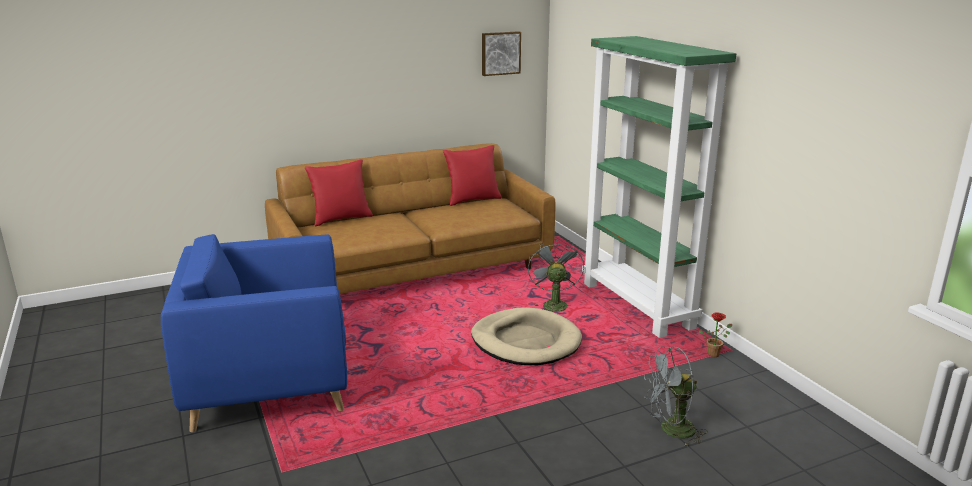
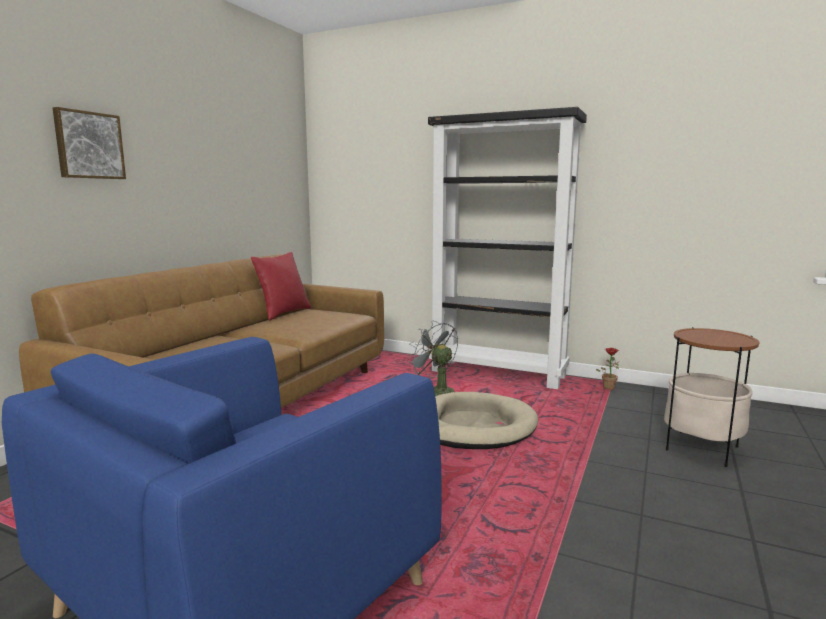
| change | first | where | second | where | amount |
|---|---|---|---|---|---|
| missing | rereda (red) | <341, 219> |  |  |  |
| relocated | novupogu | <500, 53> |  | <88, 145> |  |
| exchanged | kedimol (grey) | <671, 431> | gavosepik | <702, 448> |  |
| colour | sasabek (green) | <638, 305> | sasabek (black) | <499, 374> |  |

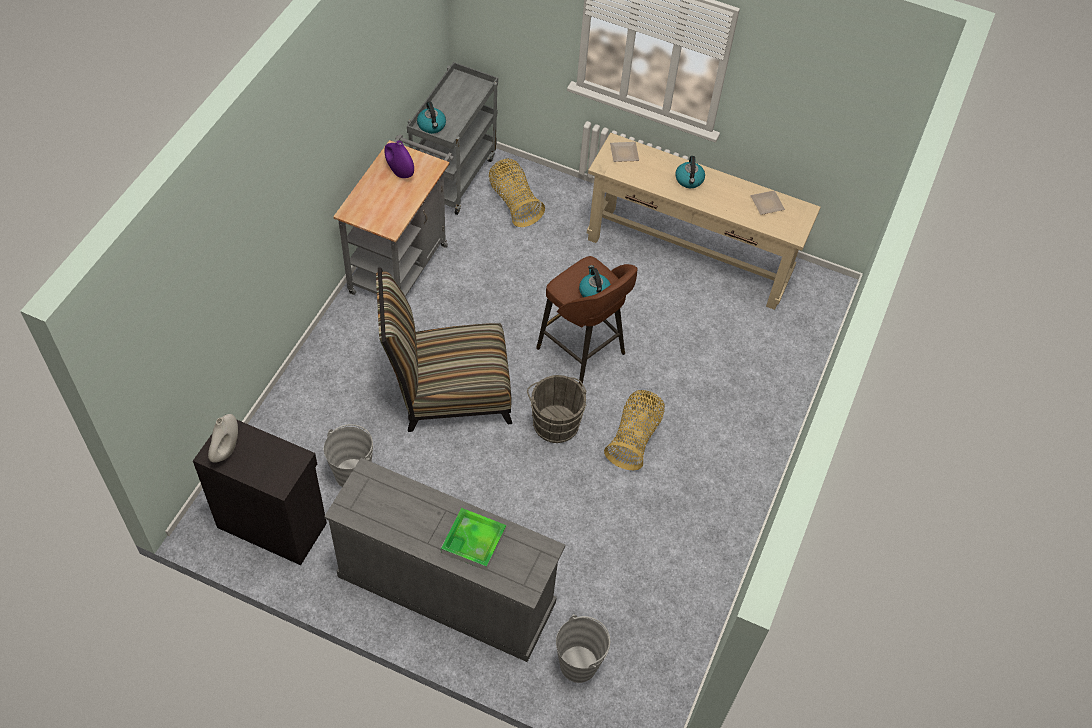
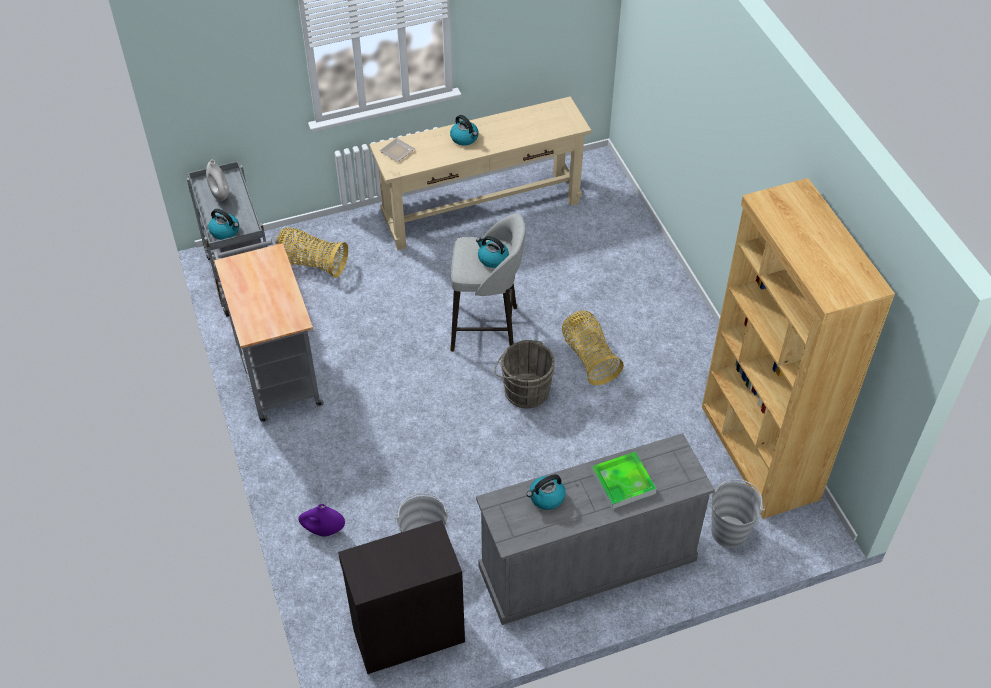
| change | first | where | second | where | amount |
|---|---|---|---|---|---|
| missing | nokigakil | <447, 390> |  |  |  |
| missing | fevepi | <766, 205> |  |  |  |
| appeared |  |  | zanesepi | <546, 497> |  |
| appeared |  |  | sasabek (brown) | <758, 453> |  |
| relocated | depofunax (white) | <226, 450> |  | <220, 194> |  |
| relocated | depofunax (purple) | <400, 172> |  | <323, 531> |  |
| colour | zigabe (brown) | <582, 353> | zigabe (grey) | <487, 329> |  |

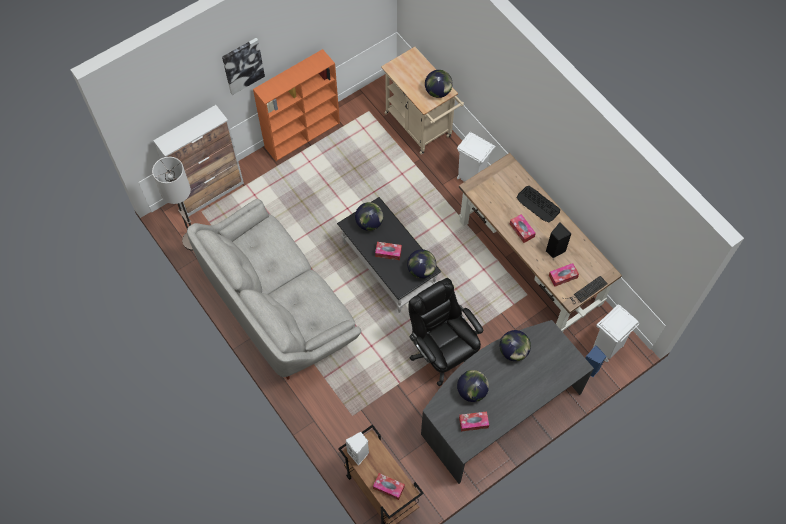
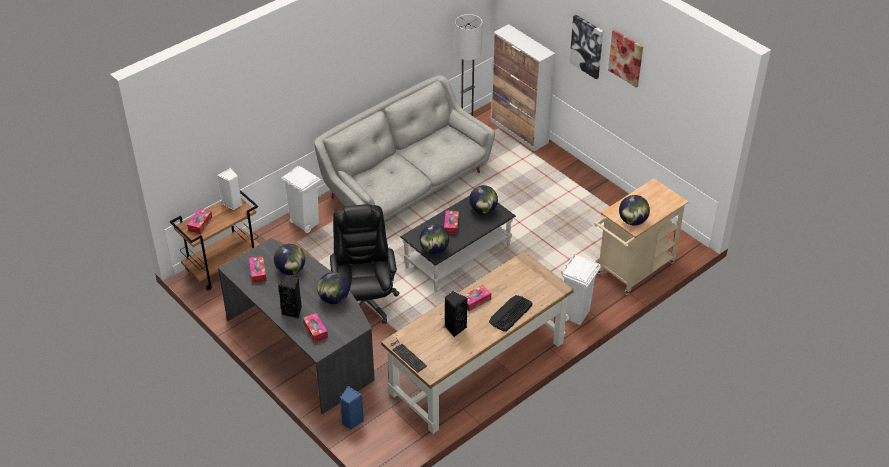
| change | first | where | second | where | amount |
|---|---|---|---|---|---|
| missing | sasabek (orange) | <303, 134> |  |  |  |
| appeared |  |  | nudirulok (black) | <293, 311> |  |
| appeared |  |  | novupogu | <626, 58> |  |
| relocated | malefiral | <563, 276> |  | <315, 330> |  |
| relocated | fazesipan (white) | <606, 348> |  | <305, 223> |  |
| spun | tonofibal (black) | <442, 352> |  | <365, 301> | 60 degrees counterclockwise |

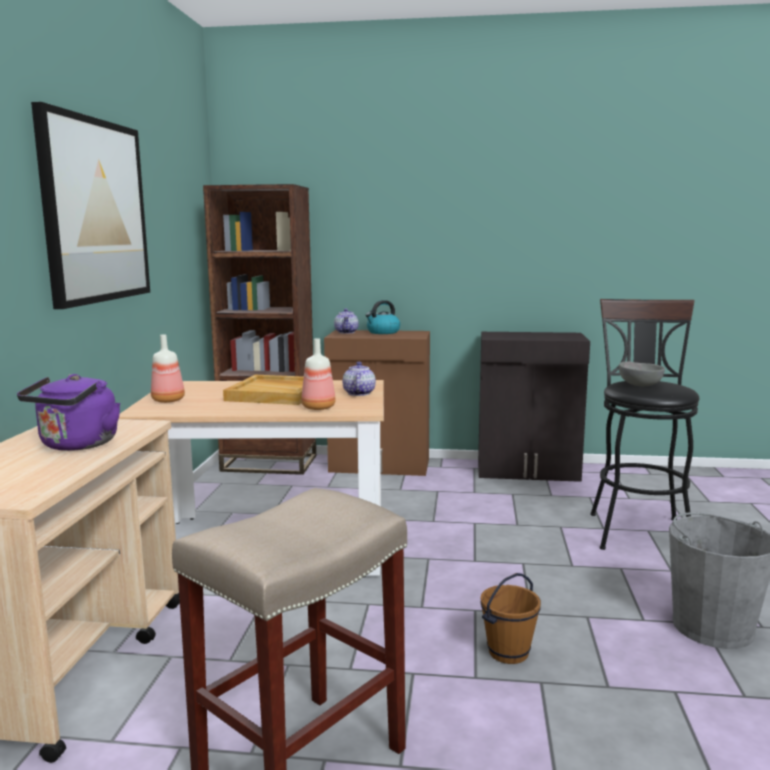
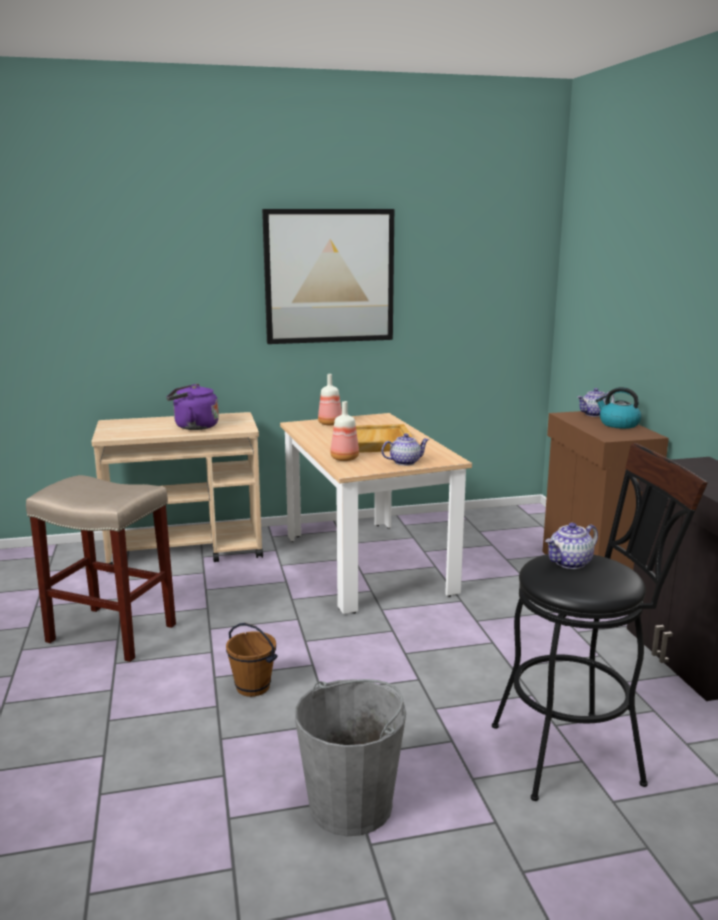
| change | first | where | second | where | amount |
|---|---|---|---|---|---|
| missing | sasabek (brown) | <269, 463> |  |  |  |
| exchanged | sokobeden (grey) | <640, 385> | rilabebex | <570, 563> |  |

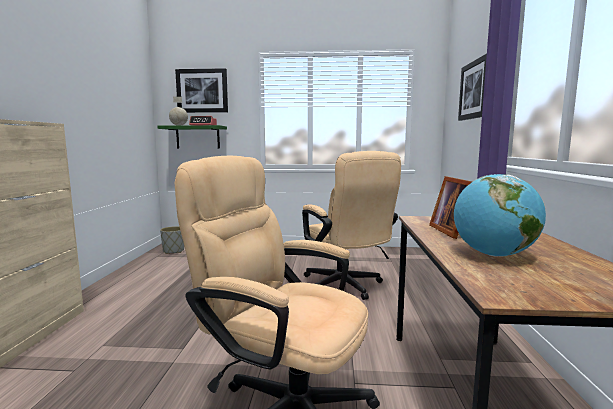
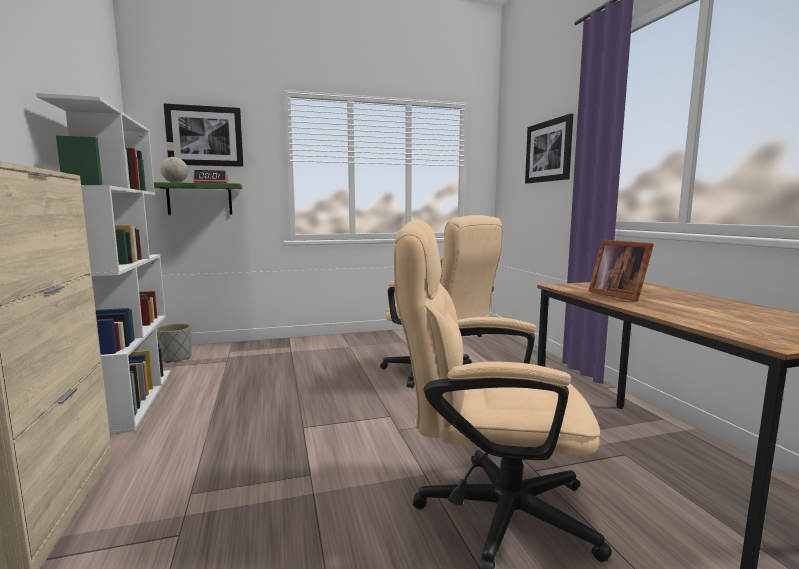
| change | first | where | second | where | amount |
|---|---|---|---|---|---|
| missing | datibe | <493, 255> |  |  |  |
| appeared |  |  | sasabek (white) | <132, 399> |  |

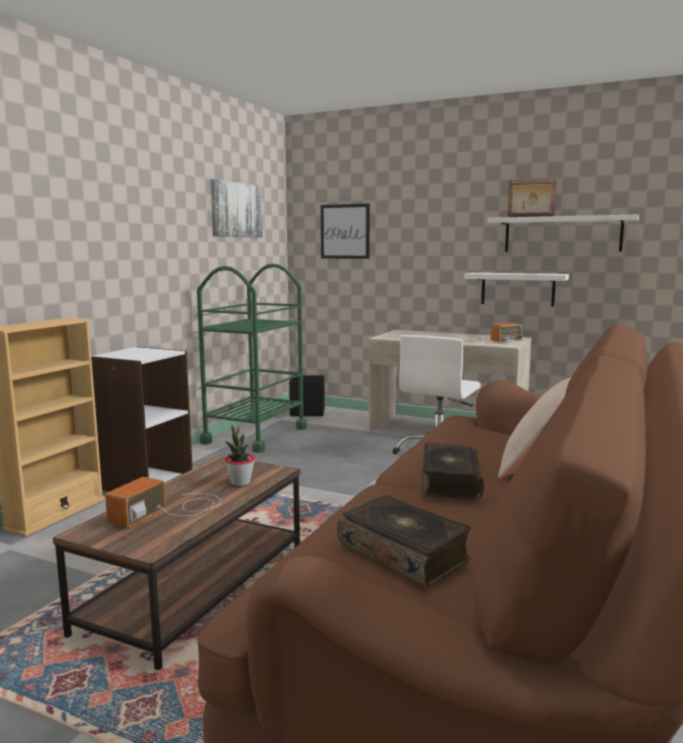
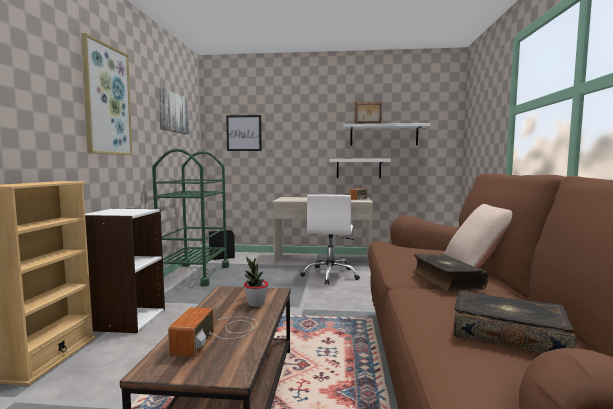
| change | first | where | second | where | amount |
|---|---|---|---|---|---|
| appeared |  |  | novupogu | <107, 100> |  |

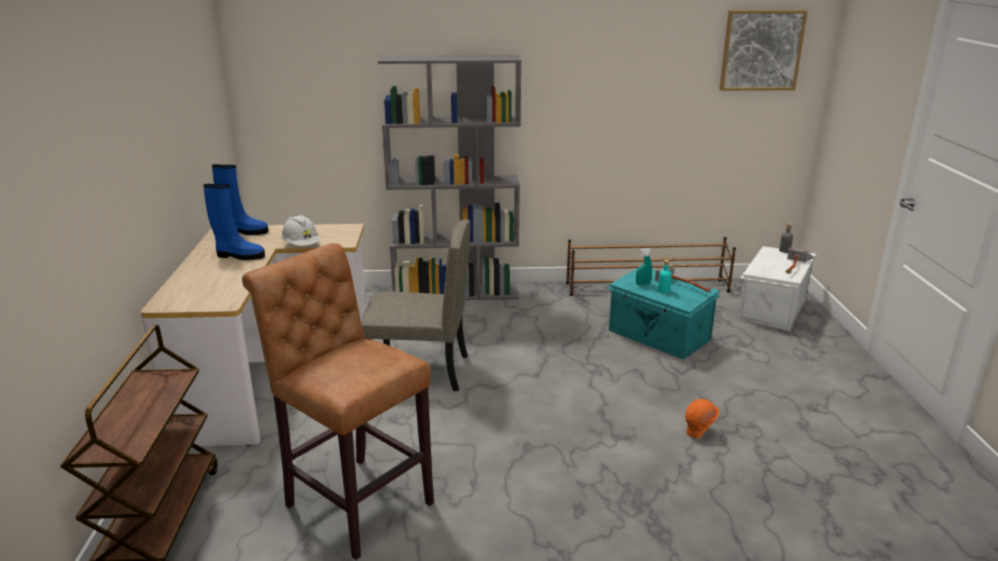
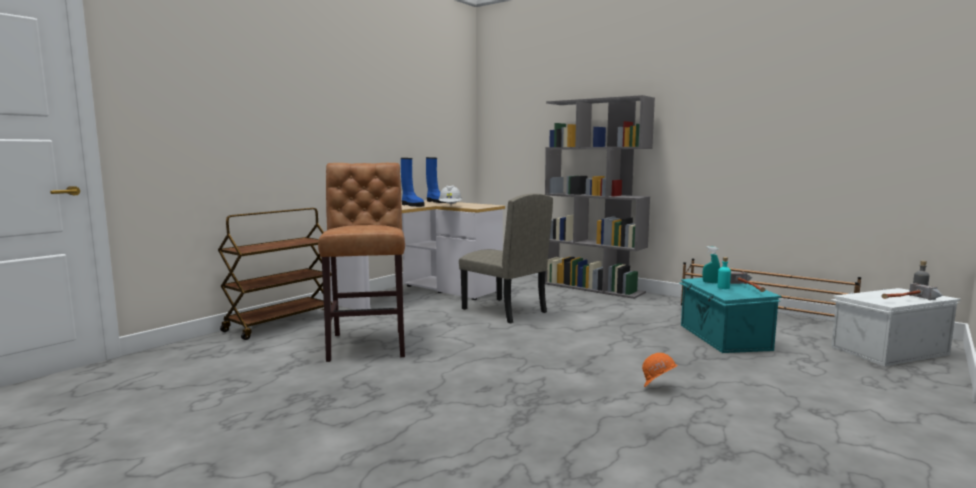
| change | first | where | second | where | amount |
|---|---|---|---|---|---|
| missing | novupogu | <761, 50> |  |  |  |

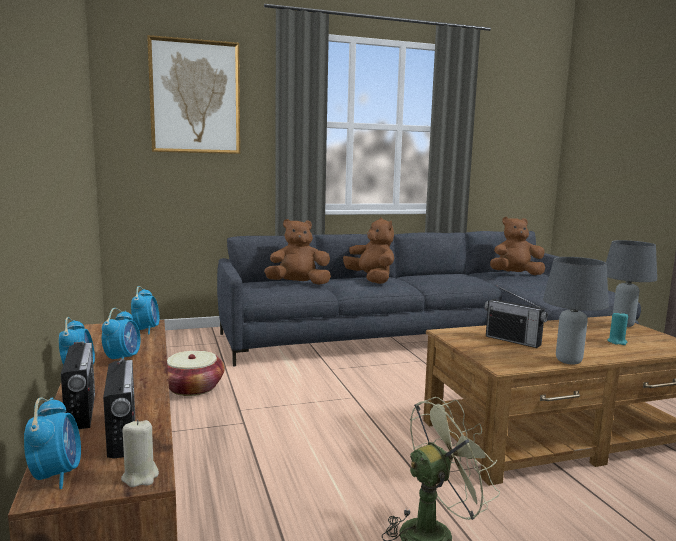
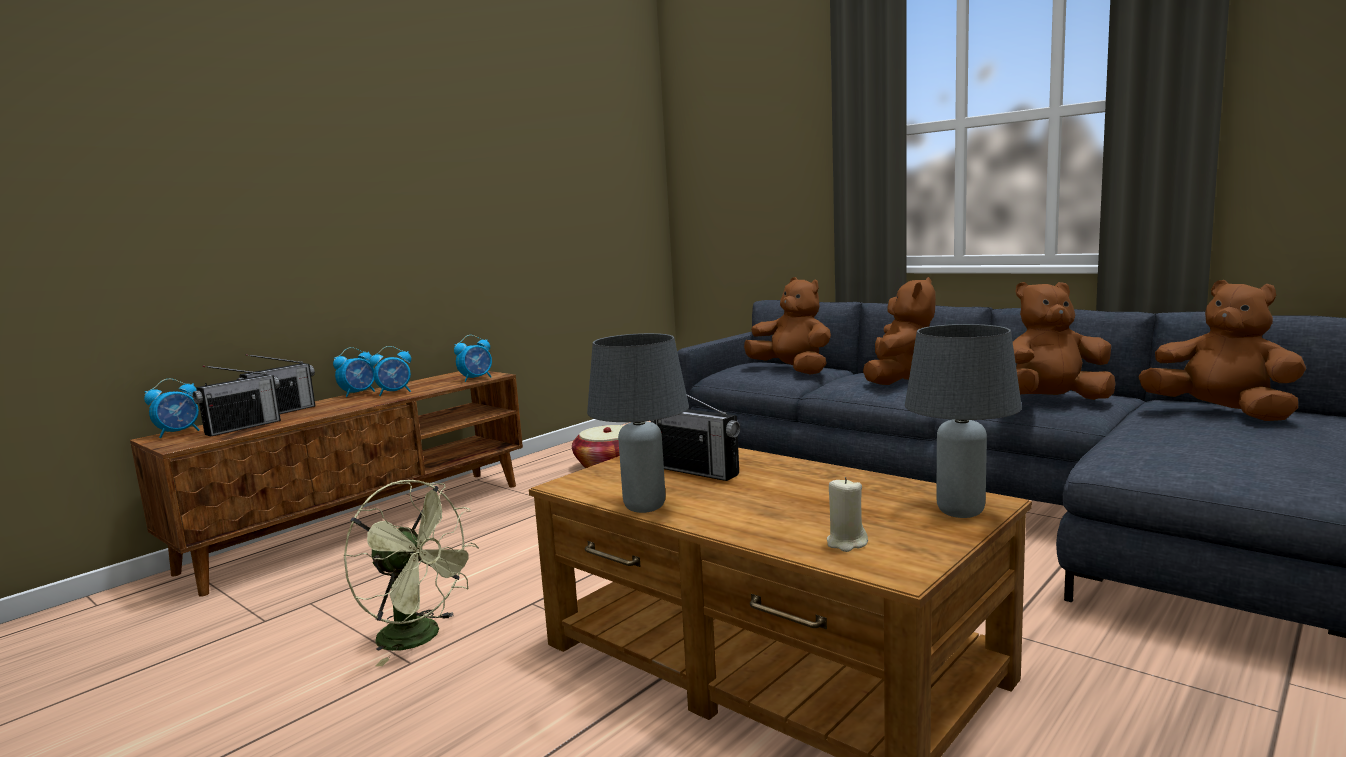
| change | first | where | second | where | amount |
|---|---|---|---|---|---|
| missing | novupogu | <195, 97> |  |  |  |
| missing | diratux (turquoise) | <617, 342> |  |  |  |
| appeared |  |  | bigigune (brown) | <1052, 401> |  |
| relocated | diratux (beige) | <140, 477> |  | <846, 543> |  |
| spun | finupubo | <513, 340> |  | <697, 471> | 60 degrees counterclockwise |

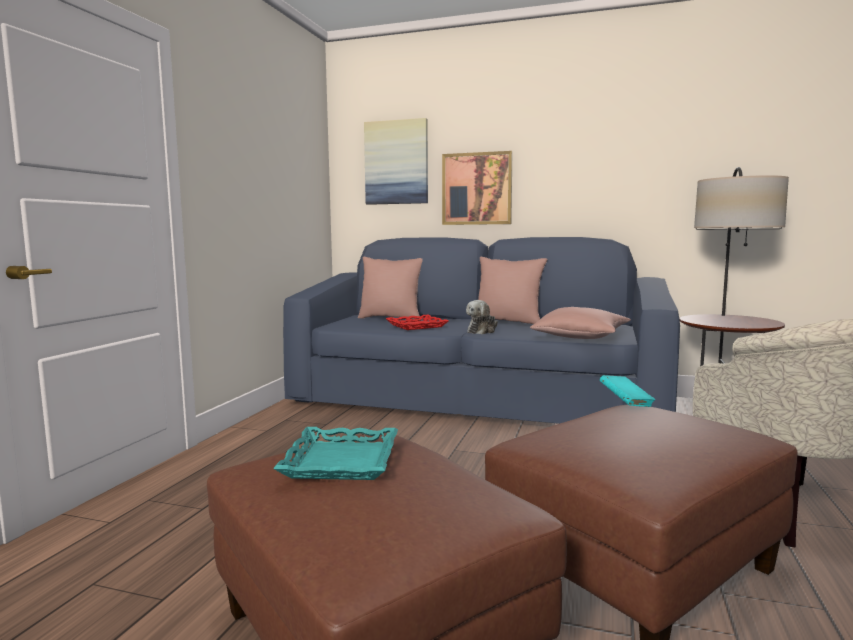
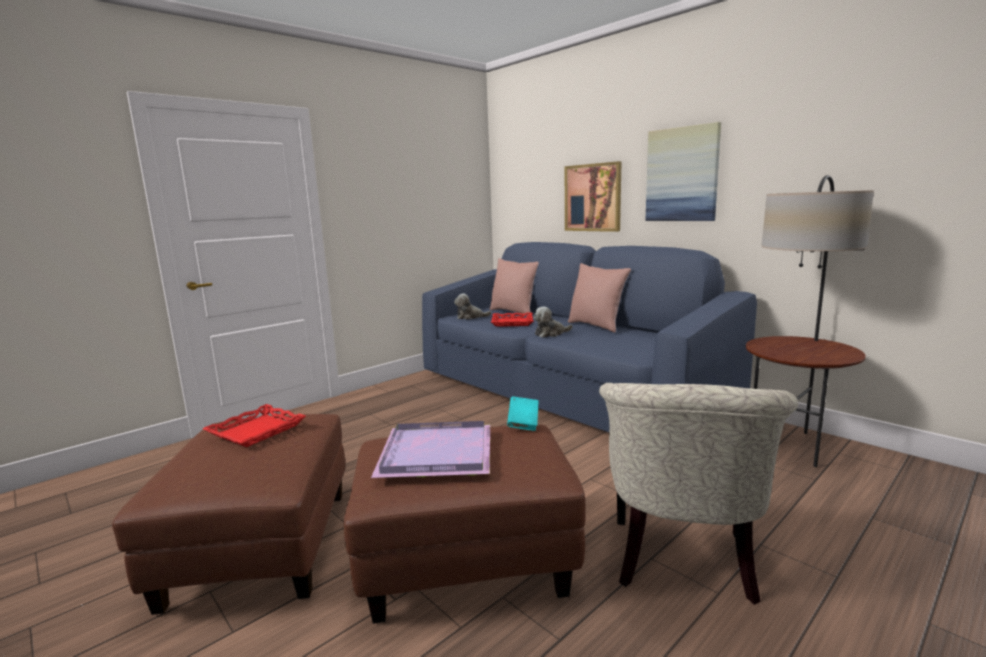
| change | first | where | second | where | amount |
|---|---|---|---|---|---|
| missing | rereda (pink) | <581, 337> |  |  |  |
| appeared |  |  | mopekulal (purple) | <438, 454> |  |
| appeared |  |  | bigigune | <470, 317> |  |
| relocated | novupogu | <396, 162> |  | <682, 175> |  |
| colour | mopekulal (turquoise) | <342, 461> | mopekulal (red) | <257, 431> |  |

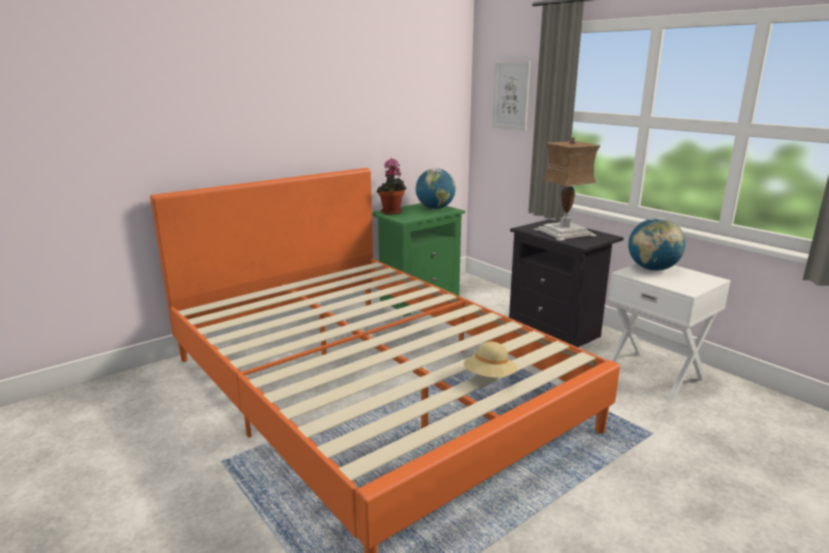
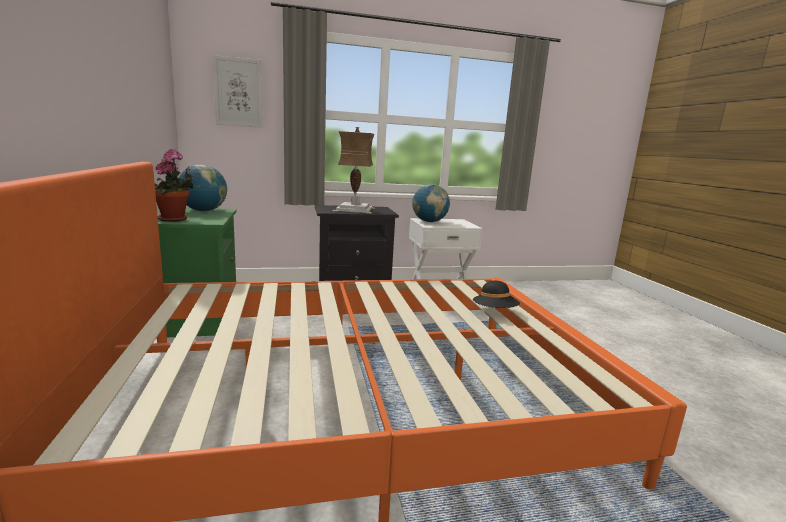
| change | first | where | second | where | amount |
|---|---|---|---|---|---|
| colour | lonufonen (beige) | <489, 377> | lonufonen (black) | <494, 312> |  |

